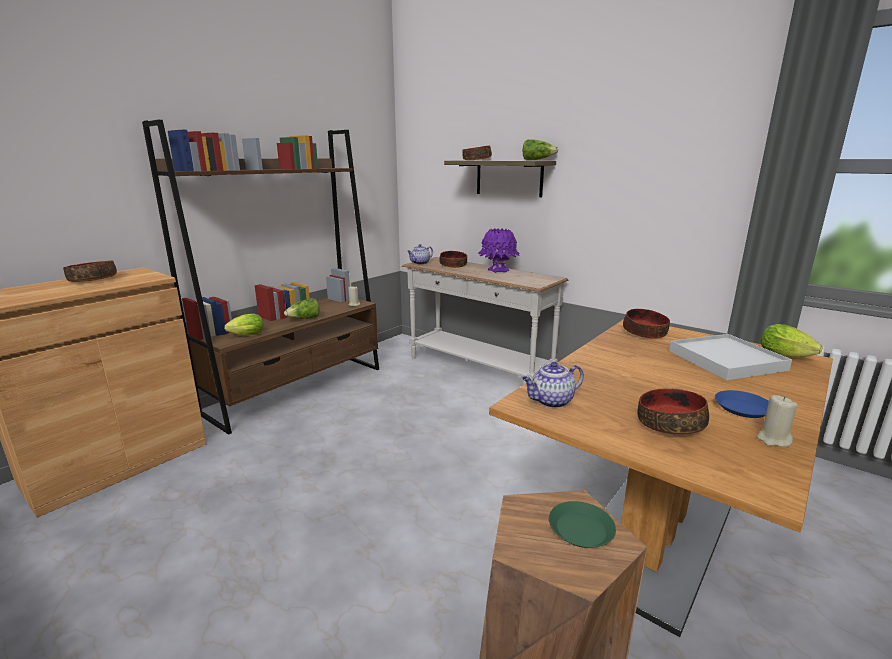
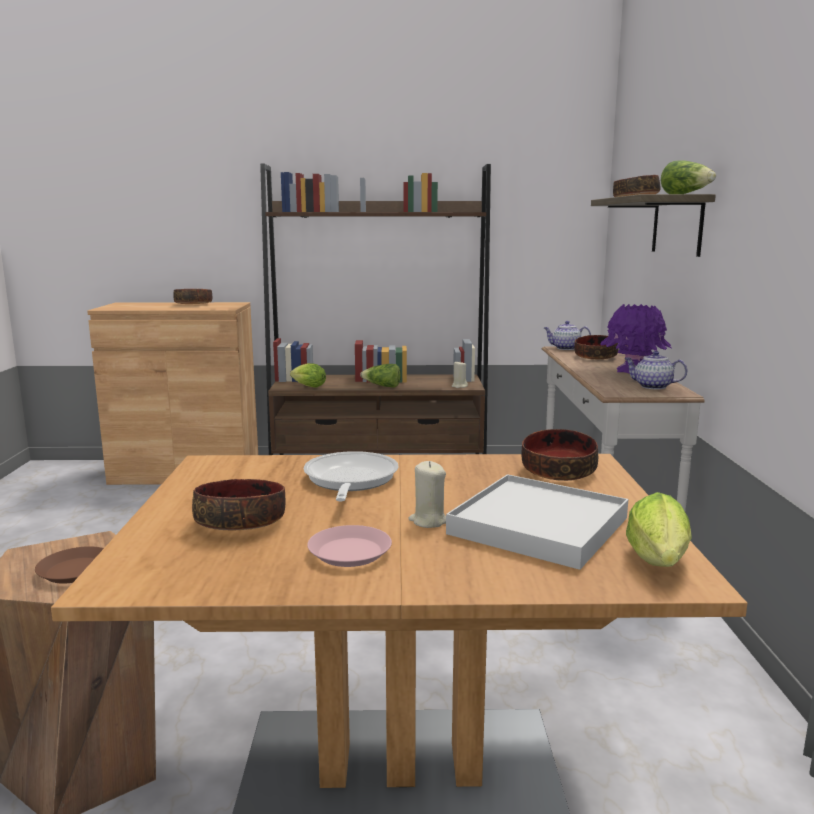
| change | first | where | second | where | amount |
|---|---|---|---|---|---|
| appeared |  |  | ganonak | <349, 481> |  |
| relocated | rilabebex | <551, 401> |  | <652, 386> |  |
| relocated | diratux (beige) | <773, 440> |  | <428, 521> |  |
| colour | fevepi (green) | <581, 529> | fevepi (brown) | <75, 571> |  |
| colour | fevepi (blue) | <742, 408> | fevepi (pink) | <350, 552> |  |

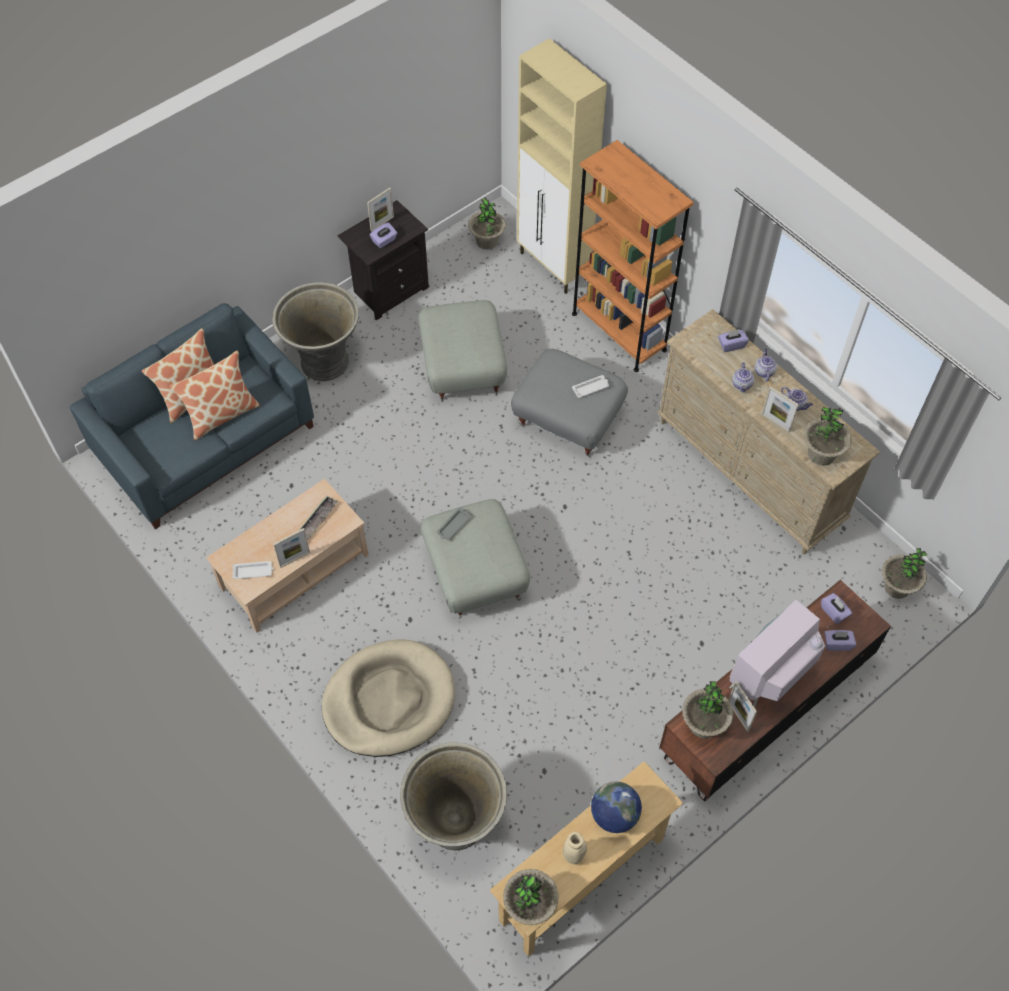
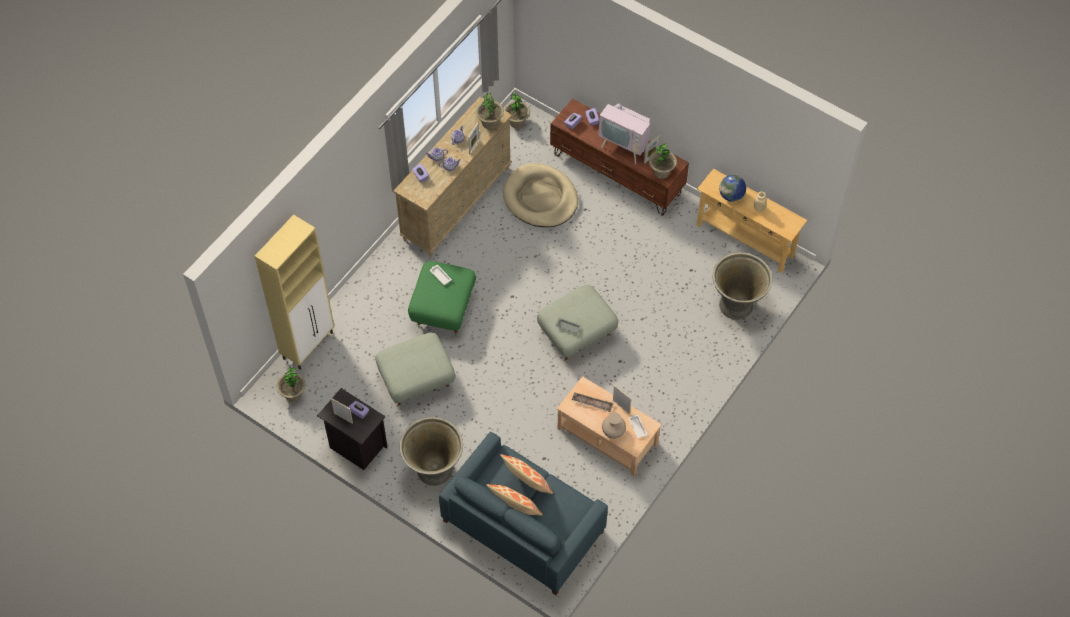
| change | first | where | second | where | amount |
|---|---|---|---|---|---|
| missing | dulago | <530, 906> |  |  |  |
| missing | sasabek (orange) | <619, 331> |  |  |  |
| appeared |  |  | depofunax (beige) | <613, 431> |  |
| relocated | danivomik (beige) | <389, 701> |  | <540, 198> |  |
| colour | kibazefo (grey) | <568, 419> | kibazefo (green) | <443, 308> |  |

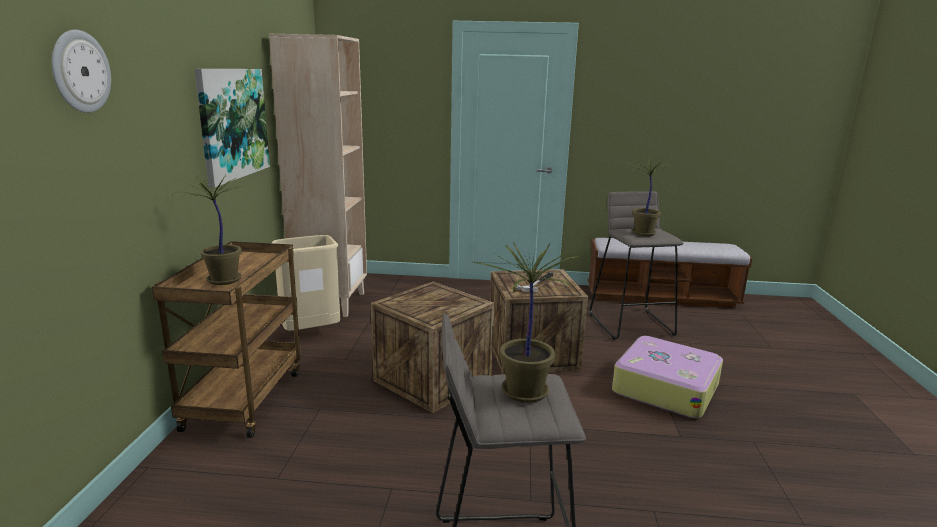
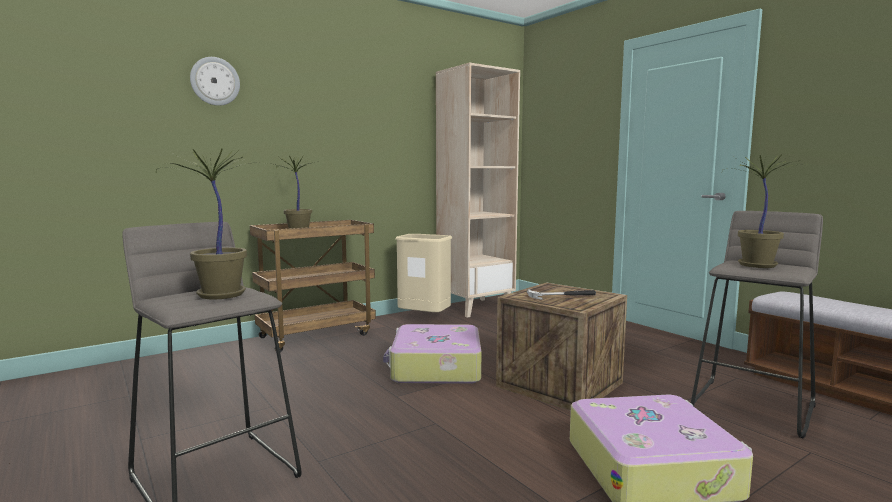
| change | first | where | second | where | amount |
|---|---|---|---|---|---|
| missing | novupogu | <232, 123> |  |  |  |
| exchanged | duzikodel | <432, 380> | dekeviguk | <435, 368> |  |

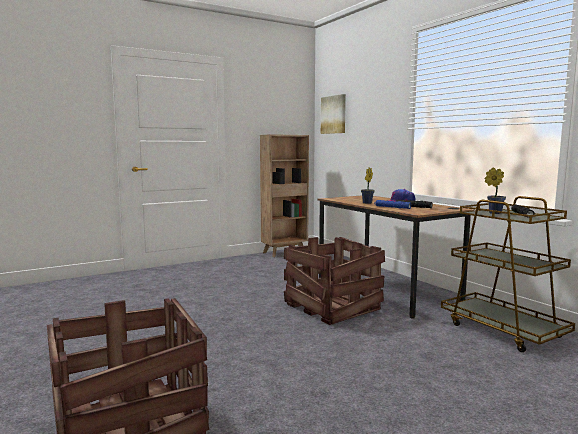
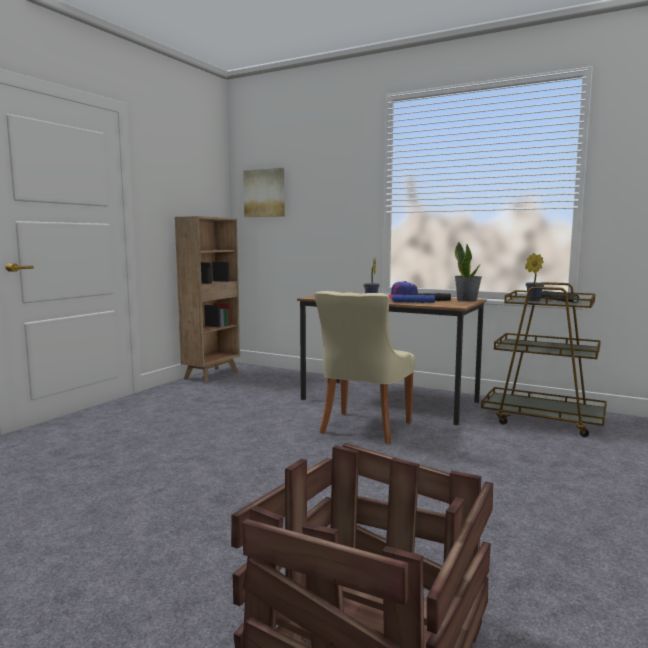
| change | first | where | second | where | amount |
|---|---|---|---|---|---|
| appeared |  |  | dulago | <467, 300> |  |
| exchanged | duzikodel | <331, 306> | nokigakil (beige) | <363, 428> |  |

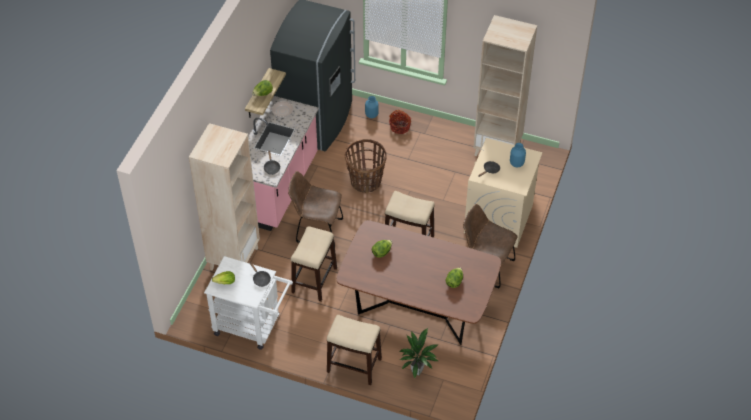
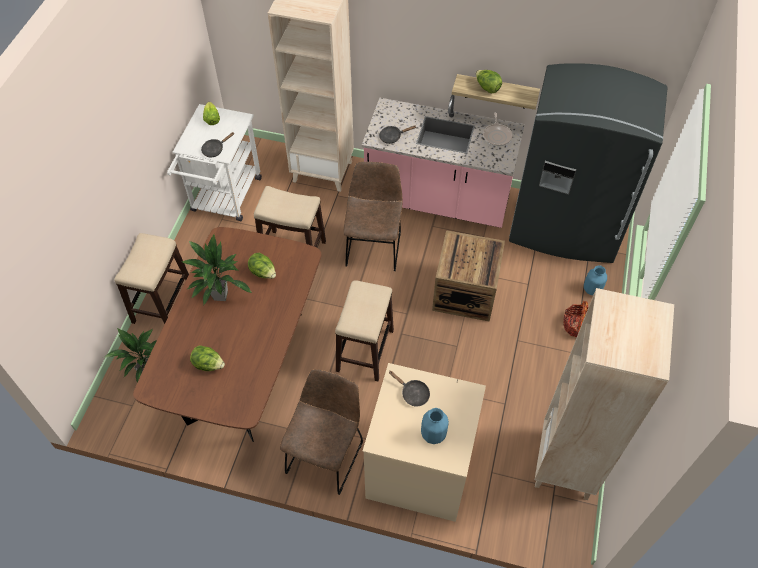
| change | first | where | second | where | amount |
|---|---|---|---|---|---|
| appeared |  |  | dulago | <220, 296> |  |
| exchanged | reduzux | <366, 181> | duzikodel | <465, 292> |  |

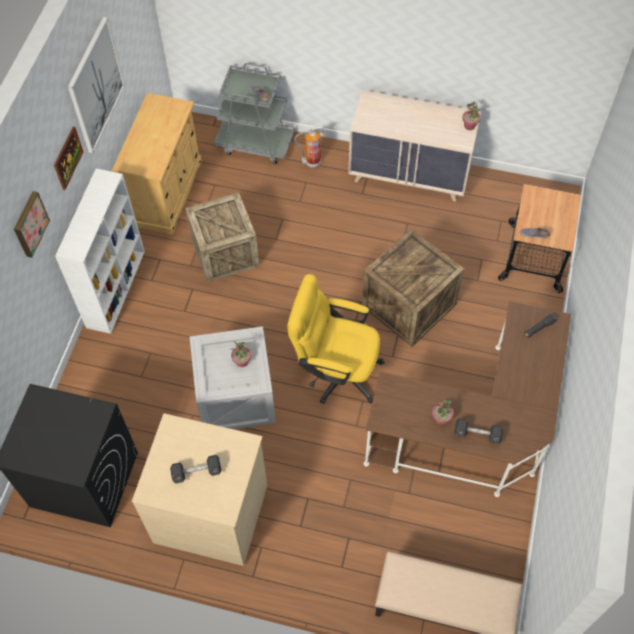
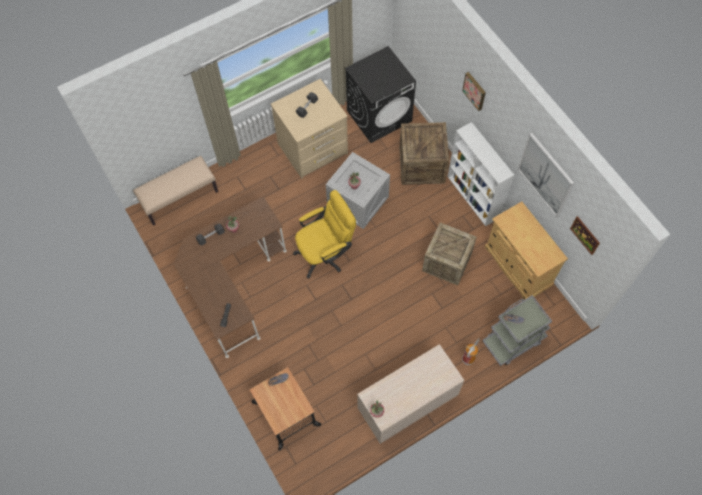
| change | first | where | second | where | amount |
|---|---|---|---|---|---|
| relocated | novupogu | <68, 158> |  | <585, 235> |  |
| relocated | duzikodel | <408, 305> |  | <422, 165> |  |

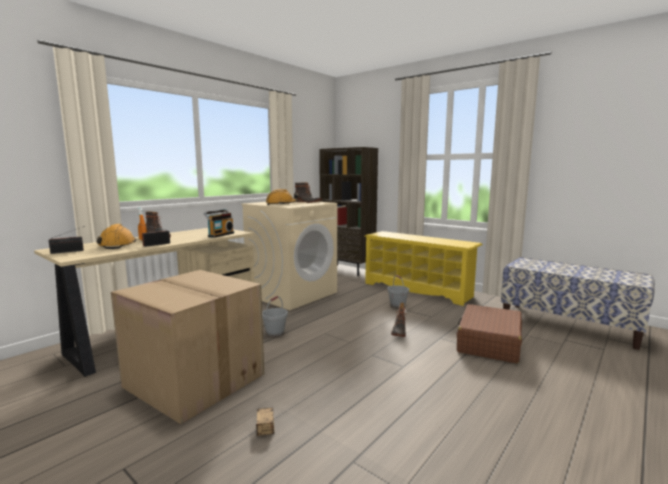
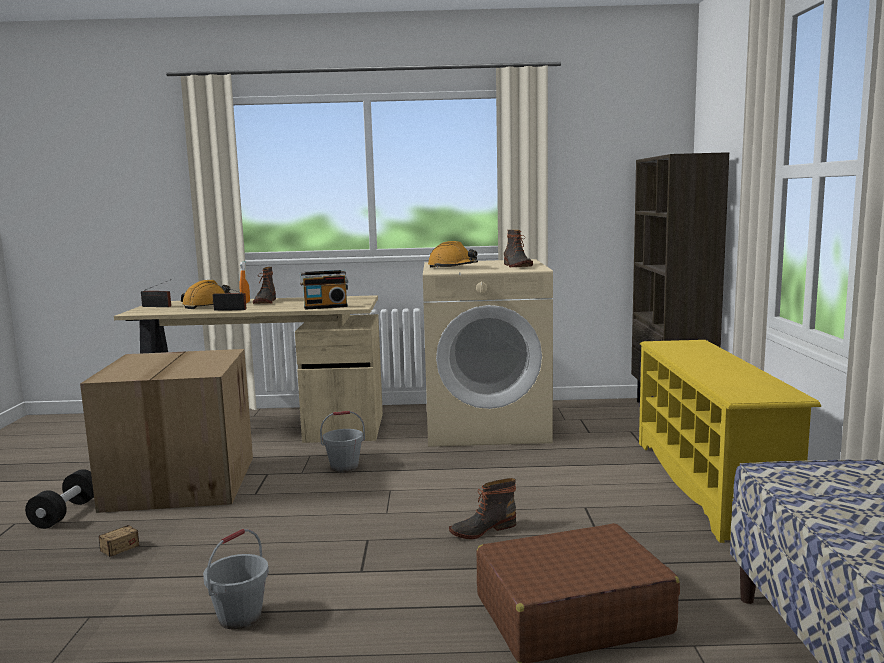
| change | first | where | second | where | amount |
|---|---|---|---|---|---|
| appeared |  |  | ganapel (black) | <66, 513> |  |
| relocated | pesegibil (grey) | <397, 306> |  | <240, 617> |  |

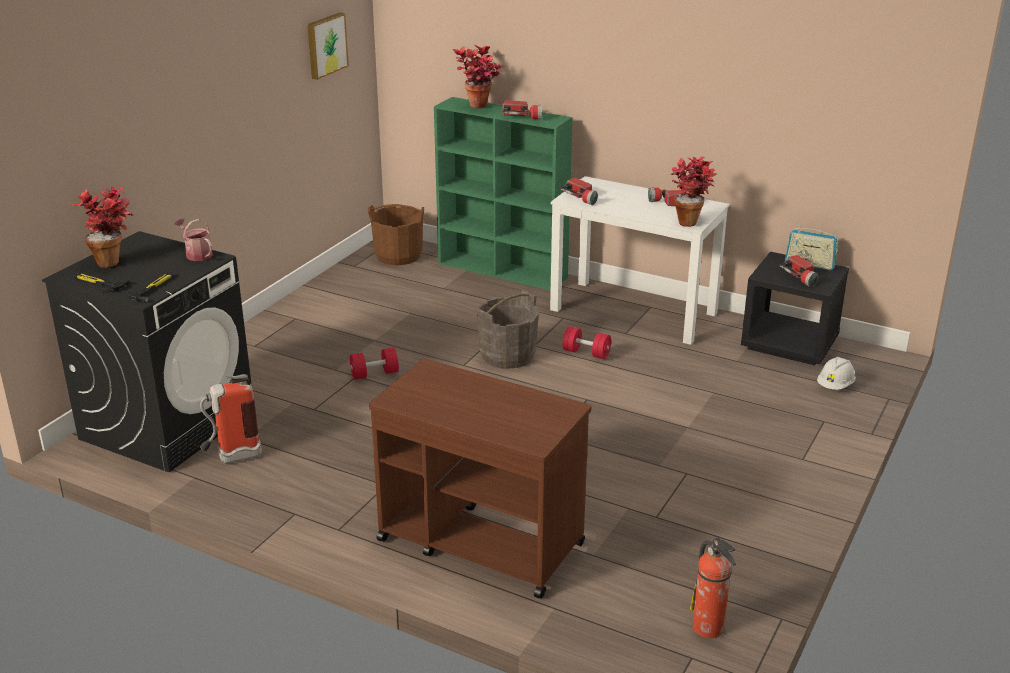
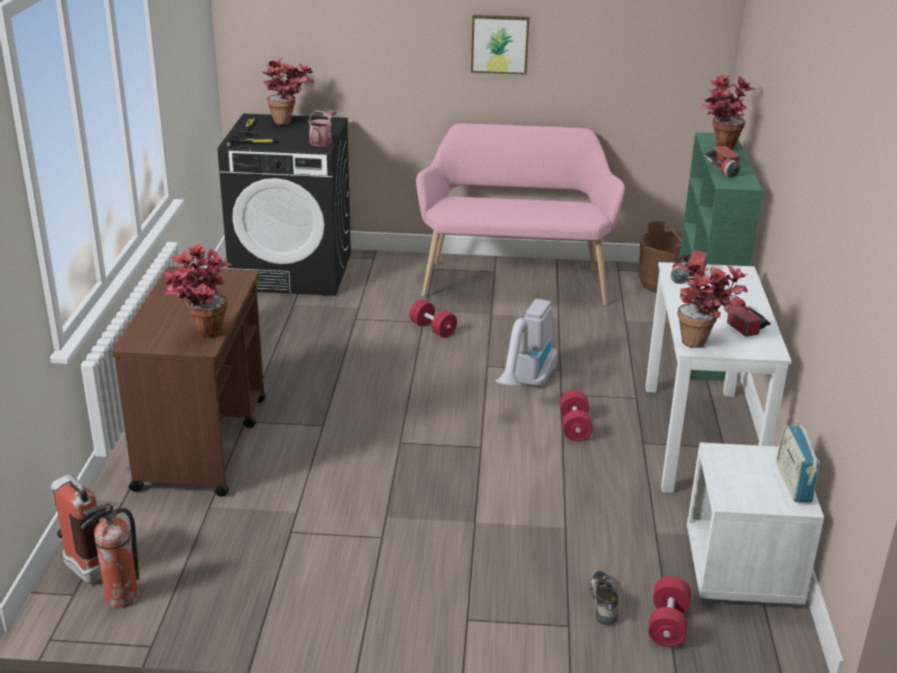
| change | first | where | second | where | amount |
|---|---|---|---|---|---|
| missing | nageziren | <800, 278> |  |  |  |
| appeared |  |  | dulago | <201, 335> |  |
| appeared |  |  | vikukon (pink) | <514, 280> |  |
| appeared |  |  | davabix | <605, 602> |  |
| relocated | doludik | <232, 458> |  | <82, 565> |  |
| relocated | novupogu | <325, 45> |  | <500, 44> |  |
| exchanged | pesegibil (grey) | <507, 355> | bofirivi | <526, 384> |  |
| exchanged | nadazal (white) | <835, 386> | ganapel (red) | <667, 624> |  |
| colour | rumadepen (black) | <790, 344> | rumadepen (white) | <742, 569> |  |

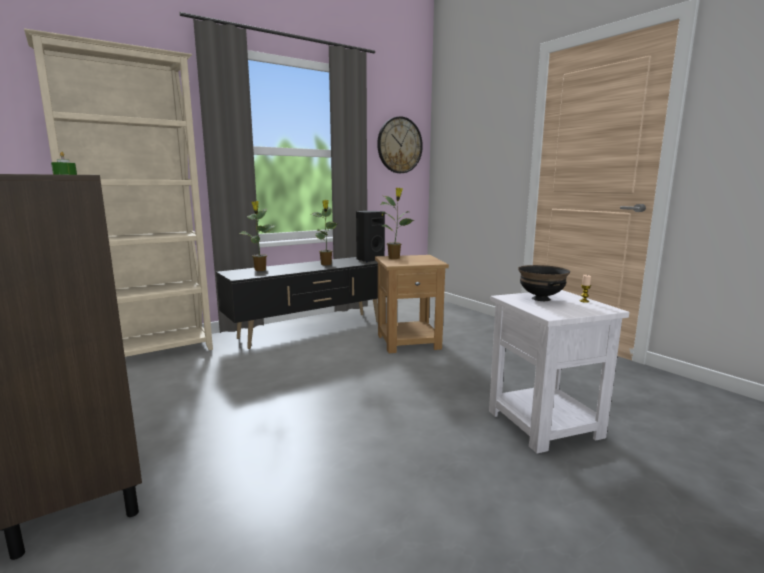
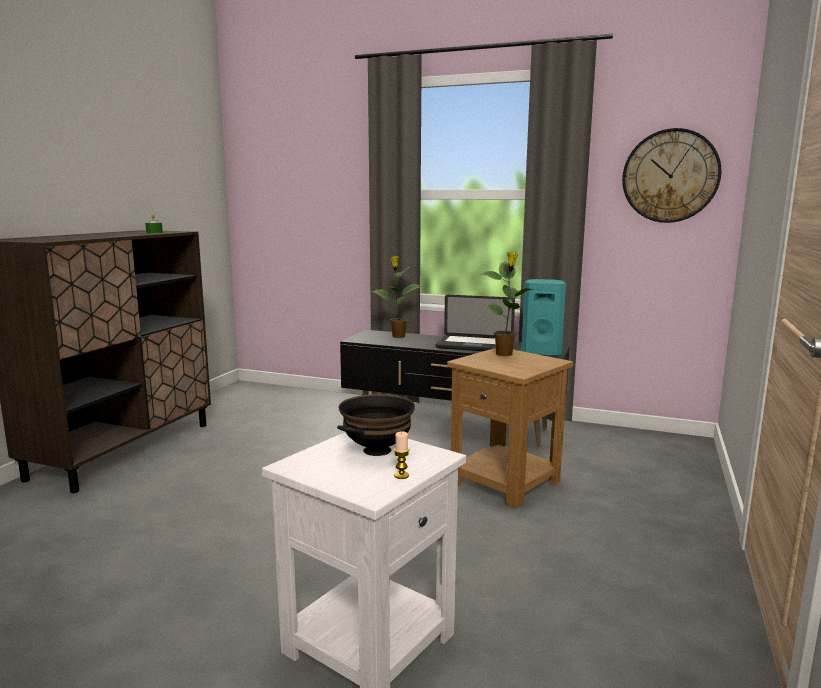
| change | first | where | second | where | amount |
|---|---|---|---|---|---|
| missing | sasabek (beige) | <151, 354> |  |  |  |
| exchanged | dulago | <326, 264> | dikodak | <474, 345> |  |
| colour | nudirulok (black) | <369, 260> | nudirulok (turquoise) | <541, 352> |  |

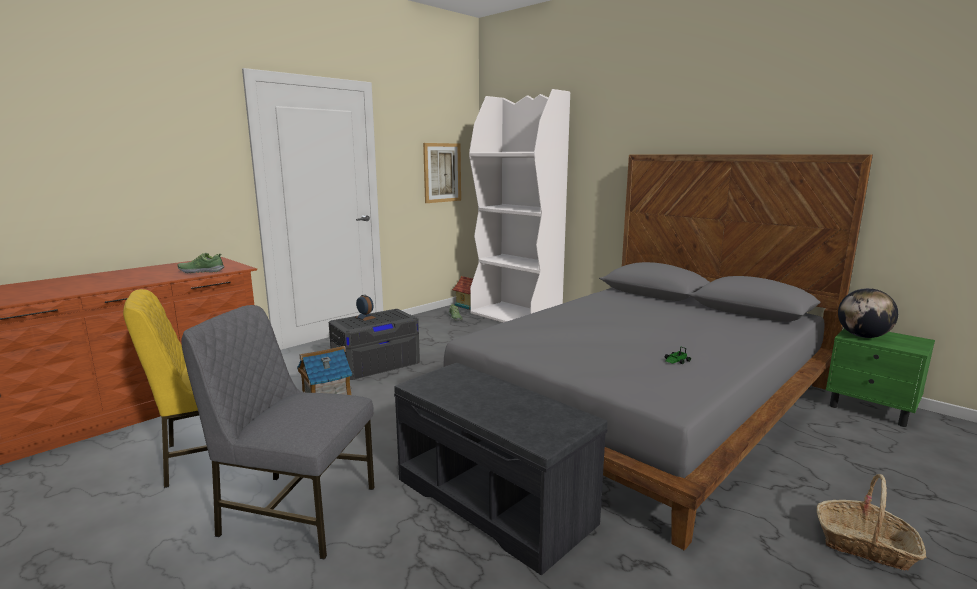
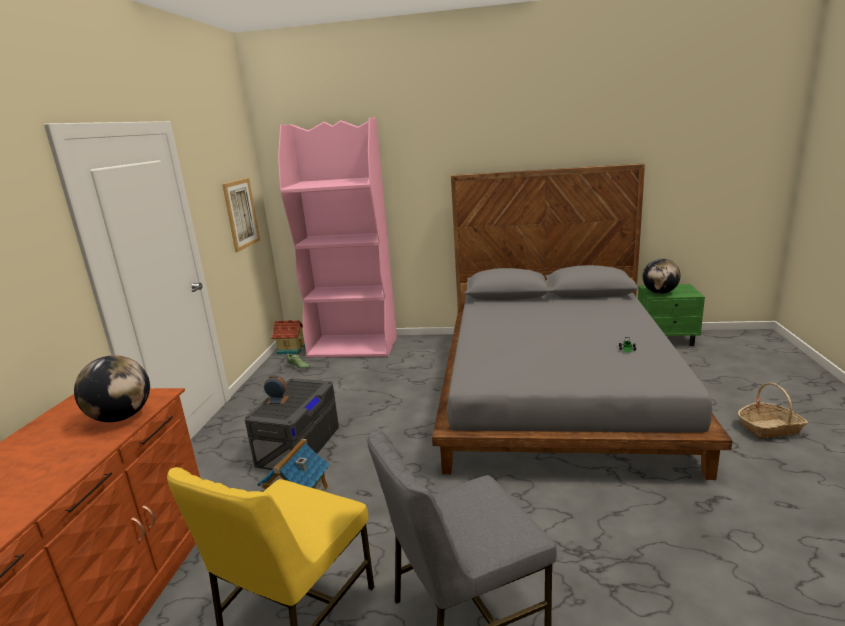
| change | first | where | second | where | amount |
|---|---|---|---|---|---|
| missing | vikukon (grey) | <495, 500> |  |  |  |
| exchanged | davabix | <201, 271> | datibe | <121, 417> |  |
| colour | sasabek (white) | <516, 317> | sasabek (pink) | <354, 347> |  |

